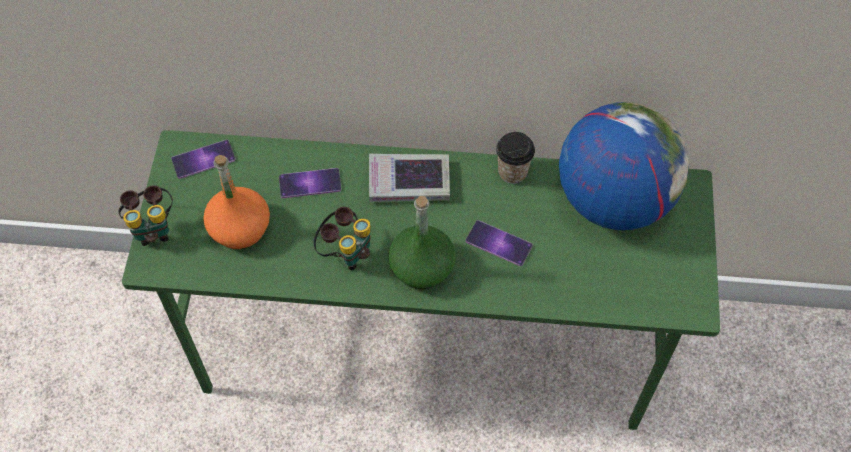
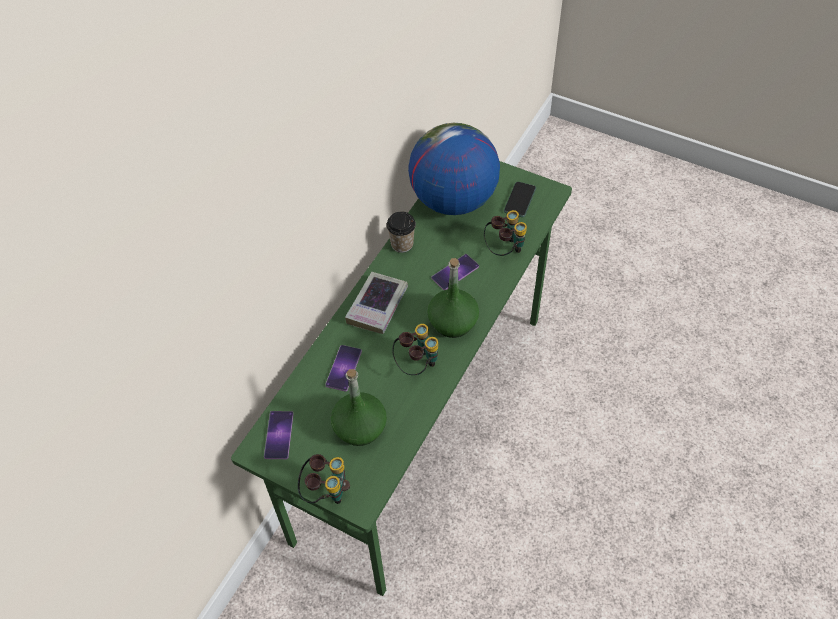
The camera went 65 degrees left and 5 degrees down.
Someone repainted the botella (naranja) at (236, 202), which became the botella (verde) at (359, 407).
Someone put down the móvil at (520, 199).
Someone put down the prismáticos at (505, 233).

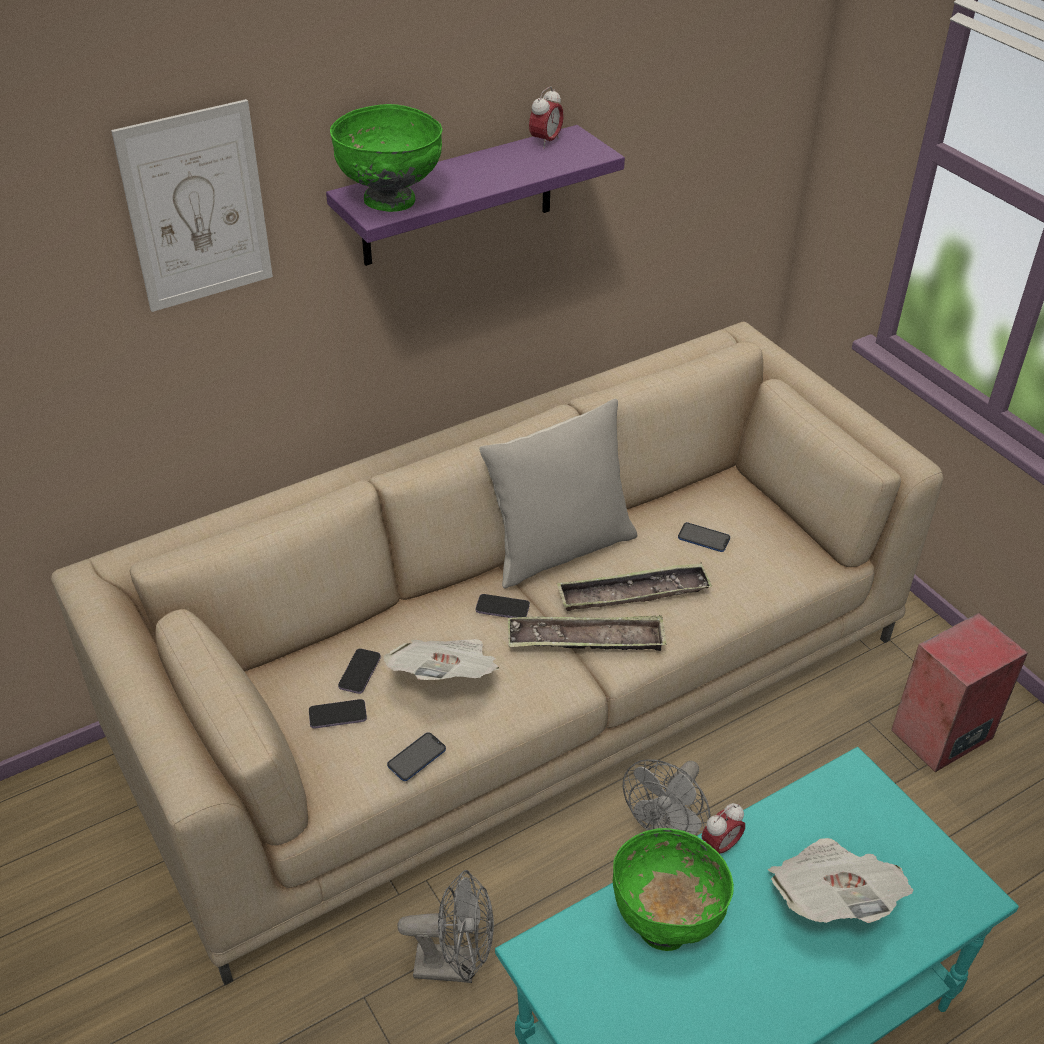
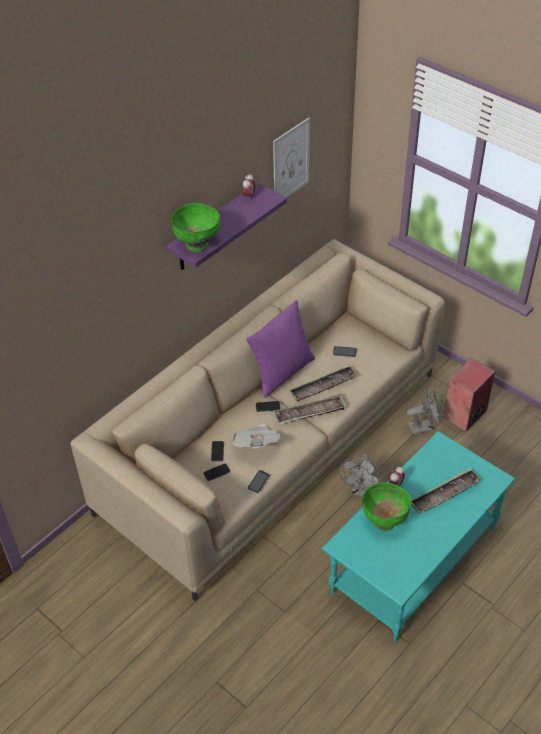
The camera went 15 degrees left and 5 degrees up.
Someone carried the cuadro from (192, 205) to (291, 158).
Someone repainted the cojín (gris) at (558, 493), which became the cojín (morado) at (280, 349).
Someone swapped the periódico at (840, 880) for the bandeja at (446, 491).
Someone carried the ventilador (gris) from (445, 926) to (425, 410).

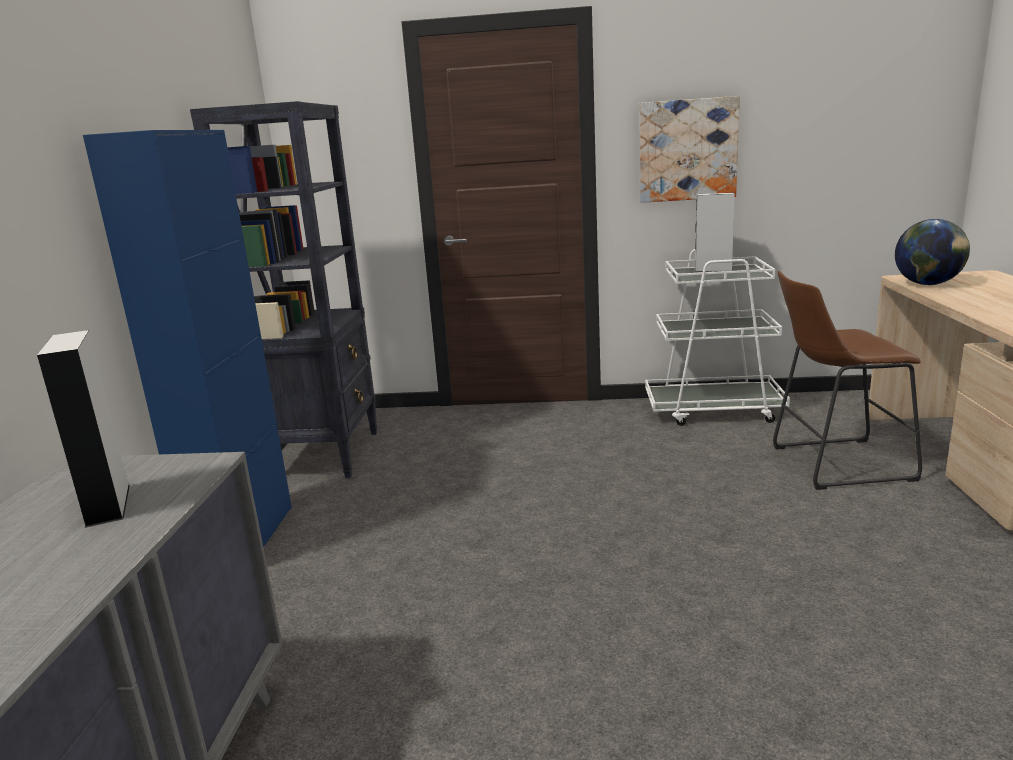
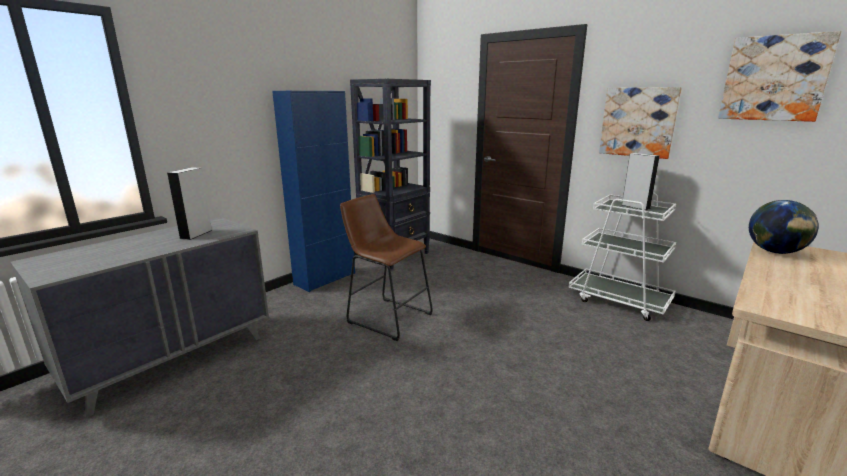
The camera went 35 degrees right and 0 degrees up.
Someone carried the taburete (marrón) from (847, 380) to (386, 267).
Someone put up the cuadro at (779, 76).

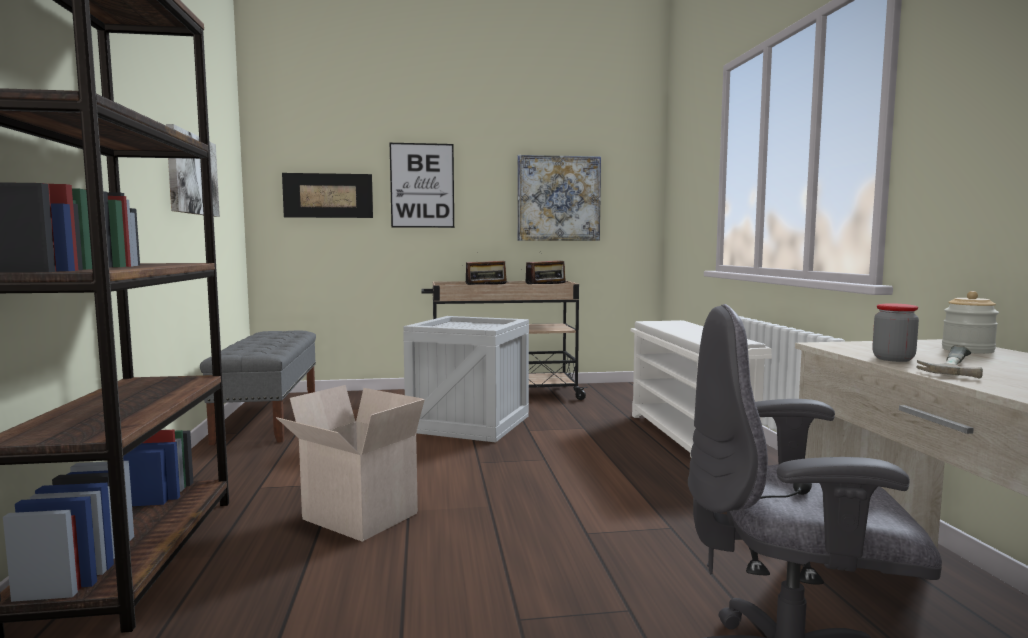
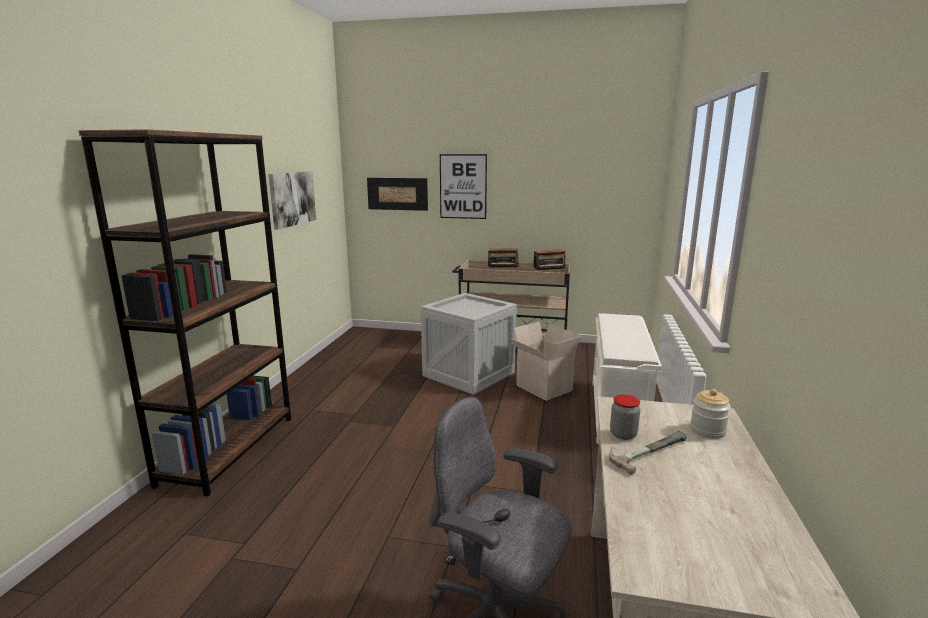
The camera went 20 degrees right and 10 degrees up.
Someone took away the cuadro at (559, 198).
Someone took away the banco (gris) at (258, 388).
Someone carried the caja de cartón from (350, 463) to (545, 361).

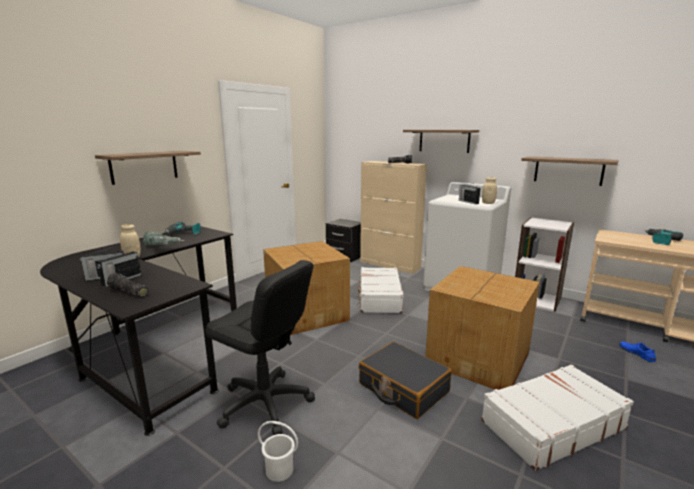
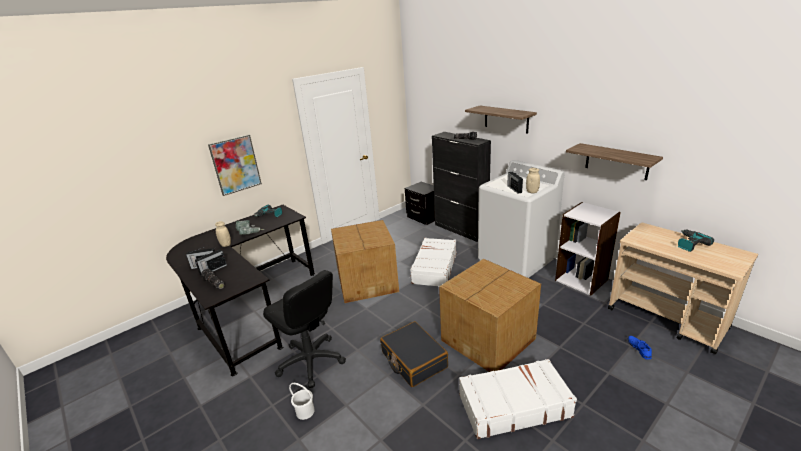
The camera went 15 degrees right and 10 degrees up.
Someone swapped the estante at (148, 168) for the cuadro at (235, 165).
Someone repainted the armario (beis) at (393, 217), which became the armario (negro) at (461, 187).

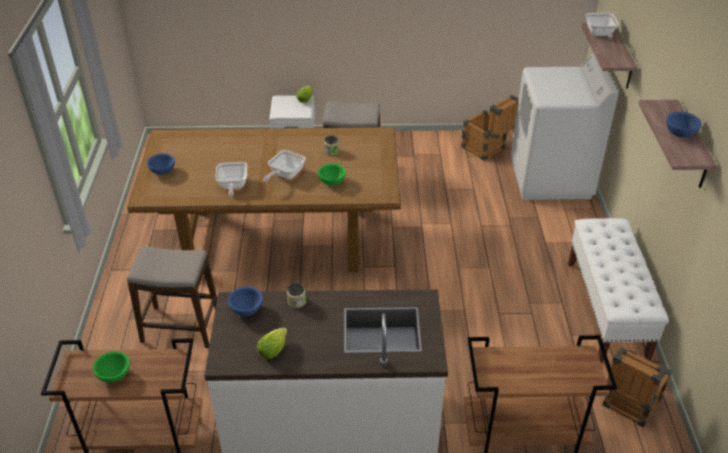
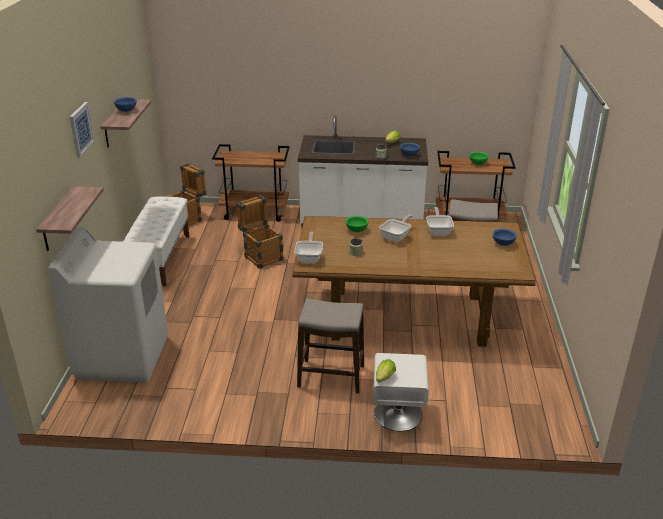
The camera went 175 degrees left and 10 degrees down.
Someone carried the sartén from (602, 26) to (308, 247).
Someone carried the caja de embalaje from (490, 128) to (260, 232).
Someone put up the cuadro at (82, 130).

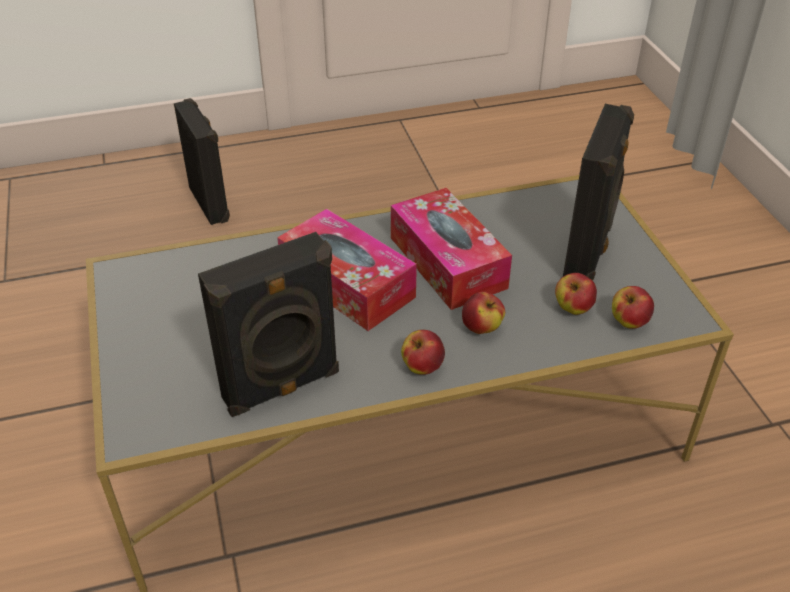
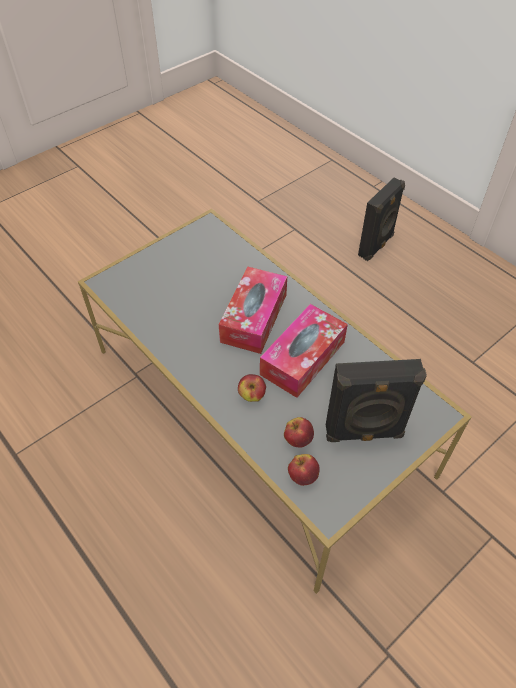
The camera went 65 degrees right and 10 degrees up.
Someone took away the altavoz (negro) at (268, 324).
Someone took away the manzana at (423, 352).

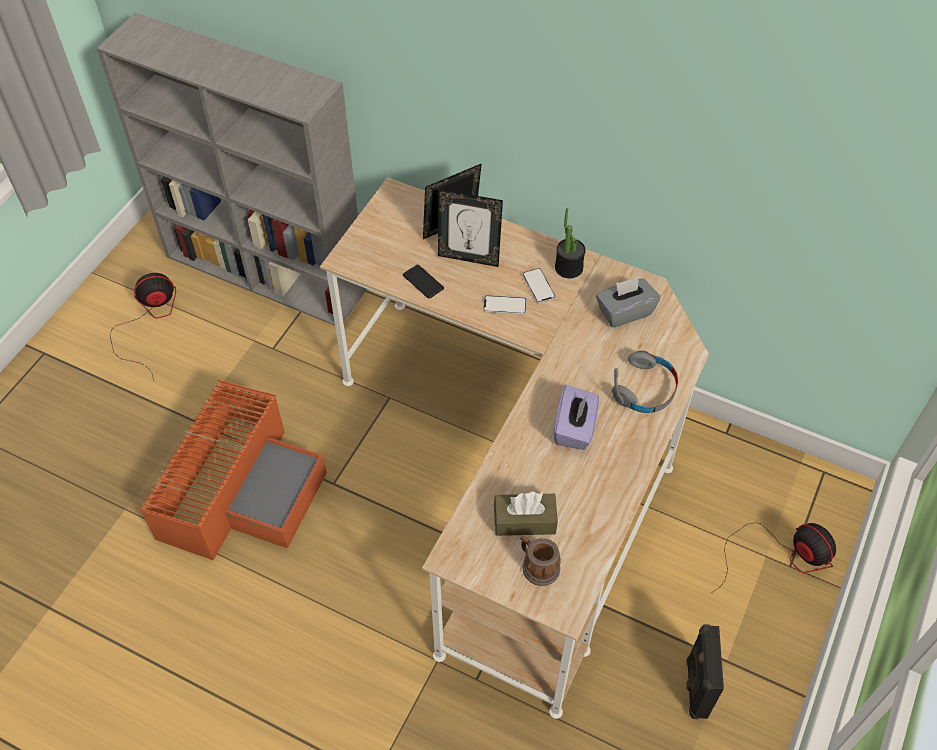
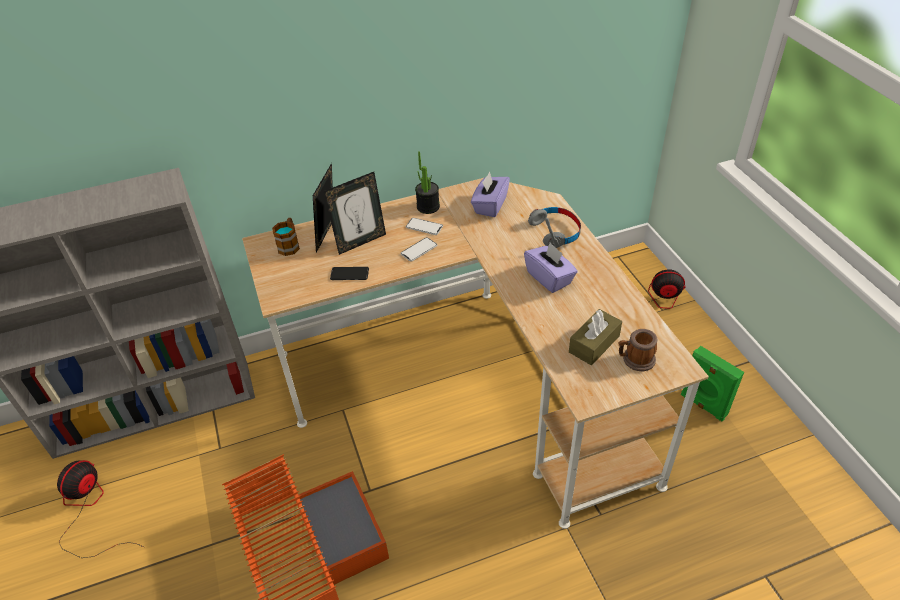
The camera went 45 degrees left and 10 degrees down.
Someone repainted the caja de pañuelos (gris) at (628, 302), which became the caja de pañuelos (morado) at (490, 194).
Someone repainted the altavoz (negro) at (705, 671), which became the altavoz (verde) at (712, 383).
Someone put down the taza grande at (286, 237).

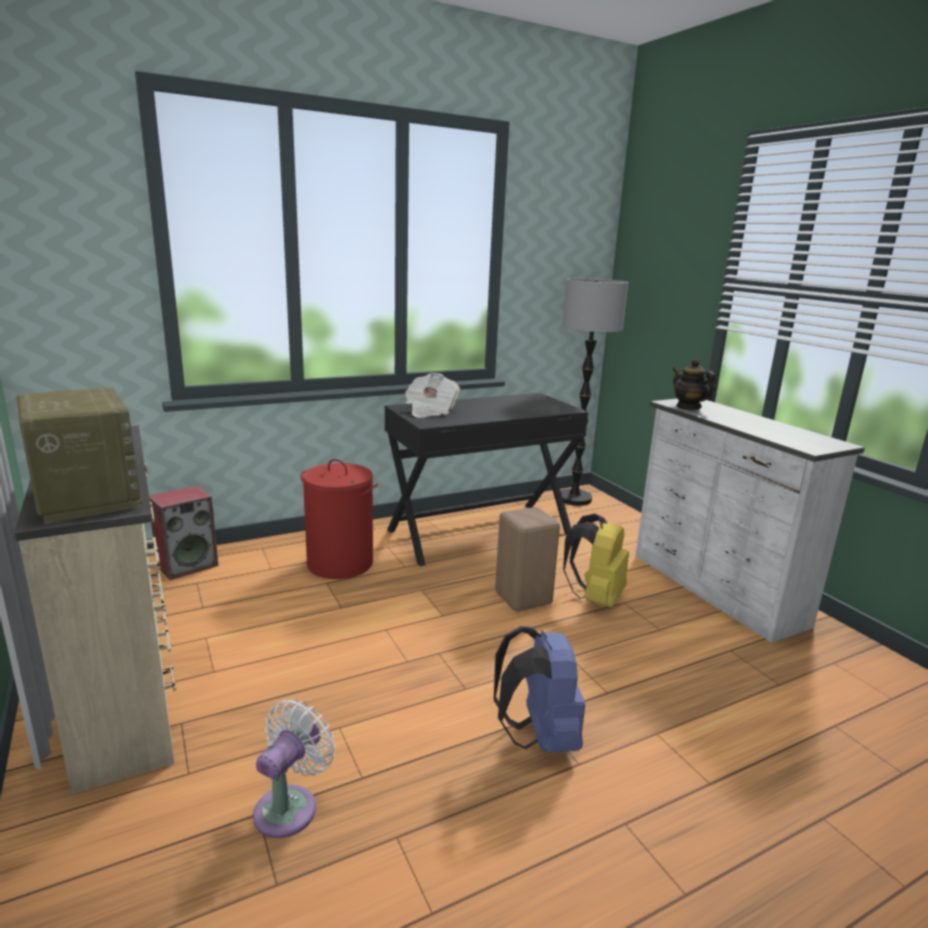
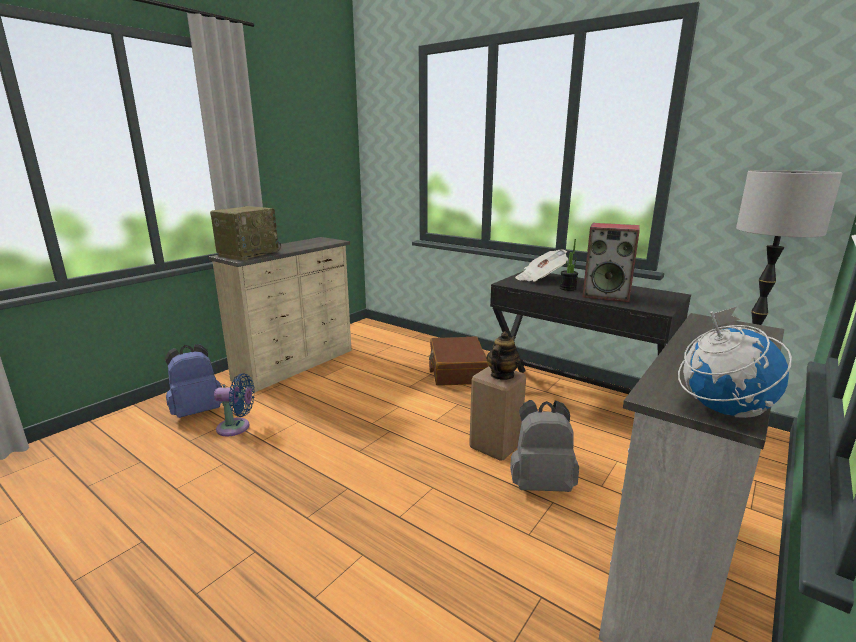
The camera went 65 degrees right and 0 degrees up.
Someone carried the tetera from (694, 384) to (504, 355).
Someone swapped the cesto de la ropa (rojo) at (339, 519) for the maleta (marrón) at (459, 361).
Someone carried the altavoz from (184, 532) to (611, 262).
Someone repainted the mochila (amarillo) at (596, 560), which became the mochila (gris) at (544, 446).
Someone carried the mochila (azul) from (539, 689) to (193, 381).
Someone repainted the ventilador (blanco) at (294, 768), which became the ventilador (azul) at (234, 404).
Someone put down the planta en maceta at (568, 265).
Someone put down the globo terráqueo at (735, 362).

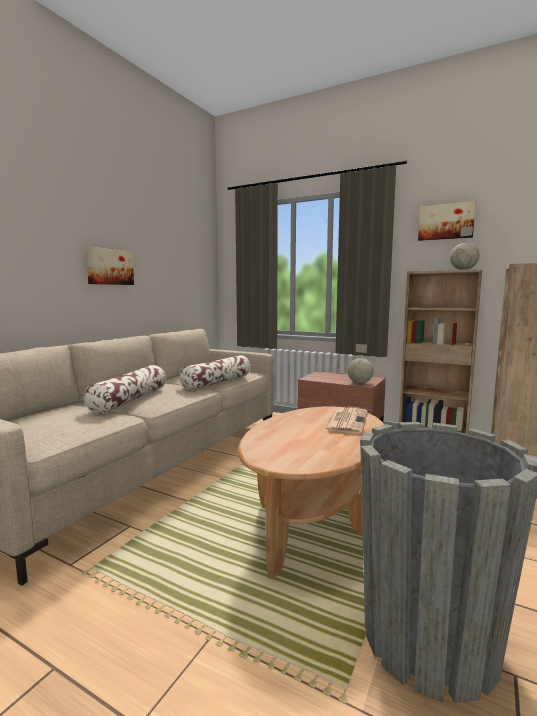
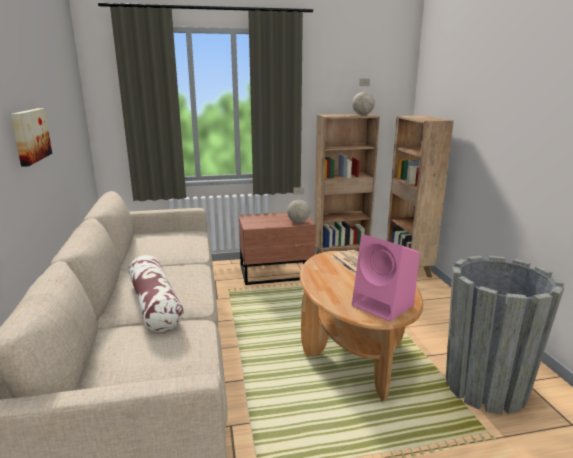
The camera went 40 degrees left and 10 degrees up.
Someone took away the cuadro at (447, 221).
Someone took away the cojín at (215, 373).
Someone put down the altavoz (rosa) at (386, 278).

